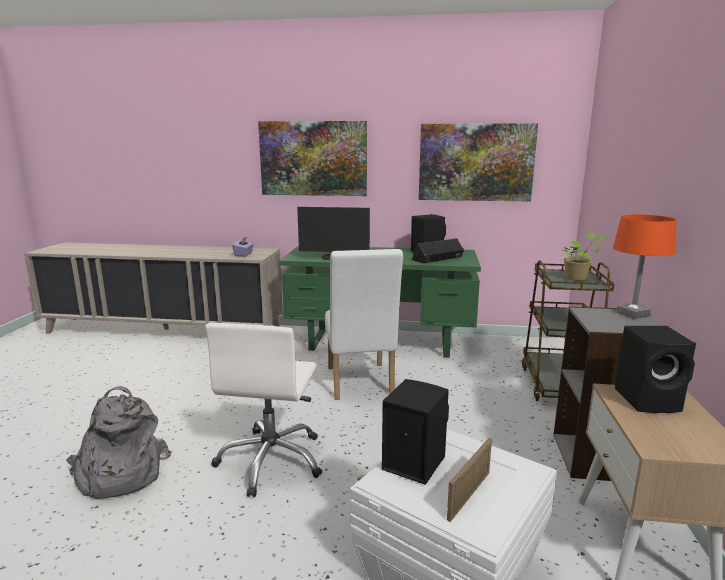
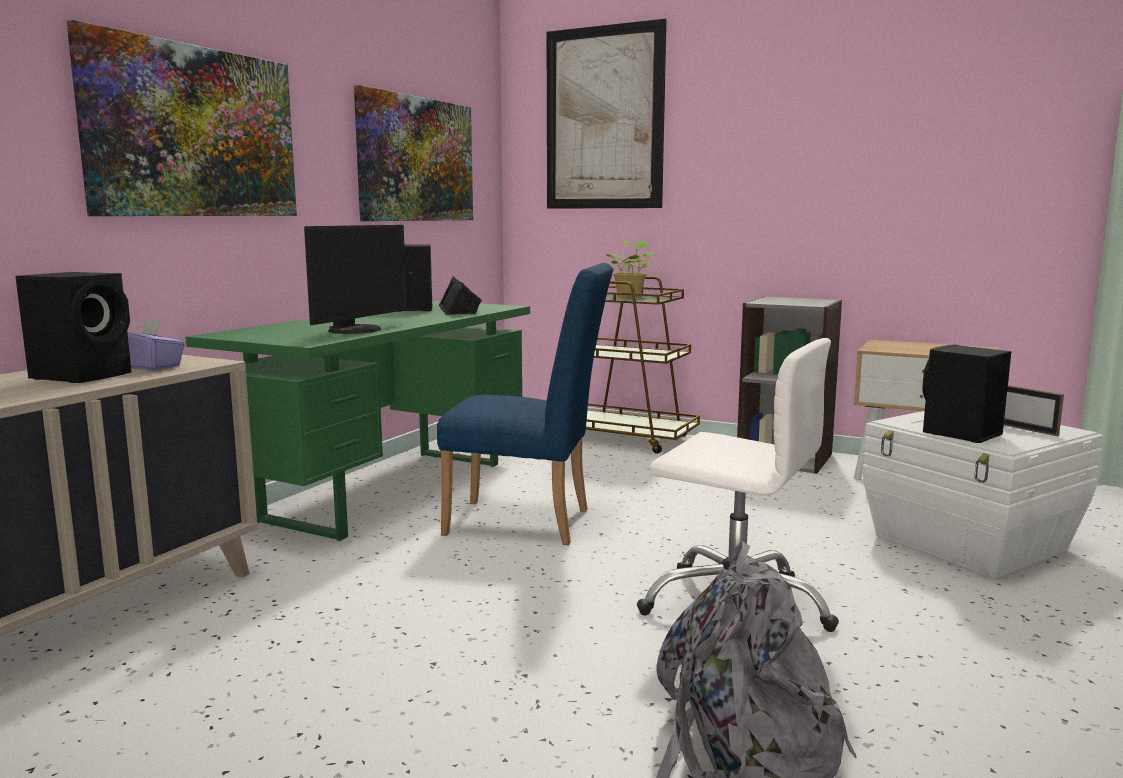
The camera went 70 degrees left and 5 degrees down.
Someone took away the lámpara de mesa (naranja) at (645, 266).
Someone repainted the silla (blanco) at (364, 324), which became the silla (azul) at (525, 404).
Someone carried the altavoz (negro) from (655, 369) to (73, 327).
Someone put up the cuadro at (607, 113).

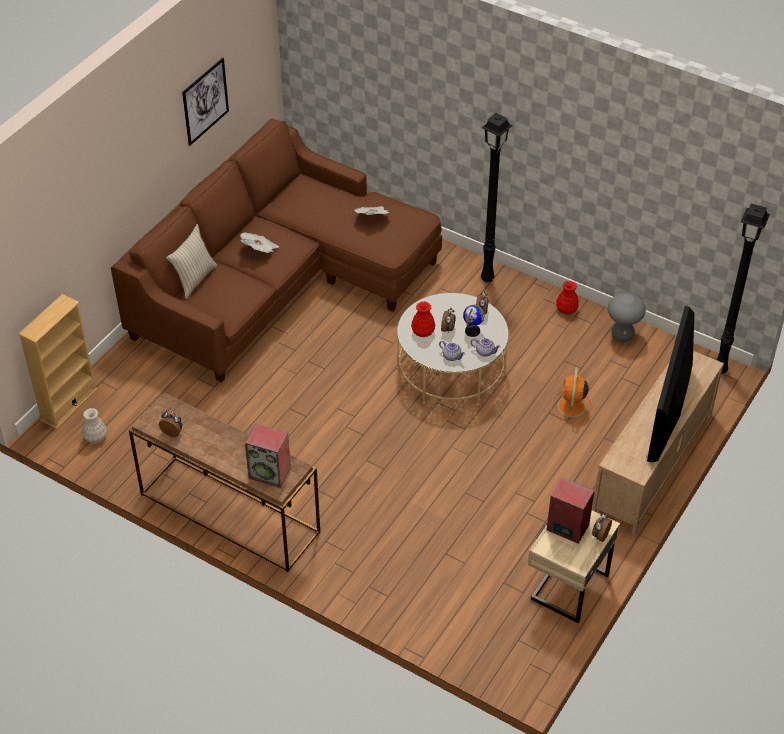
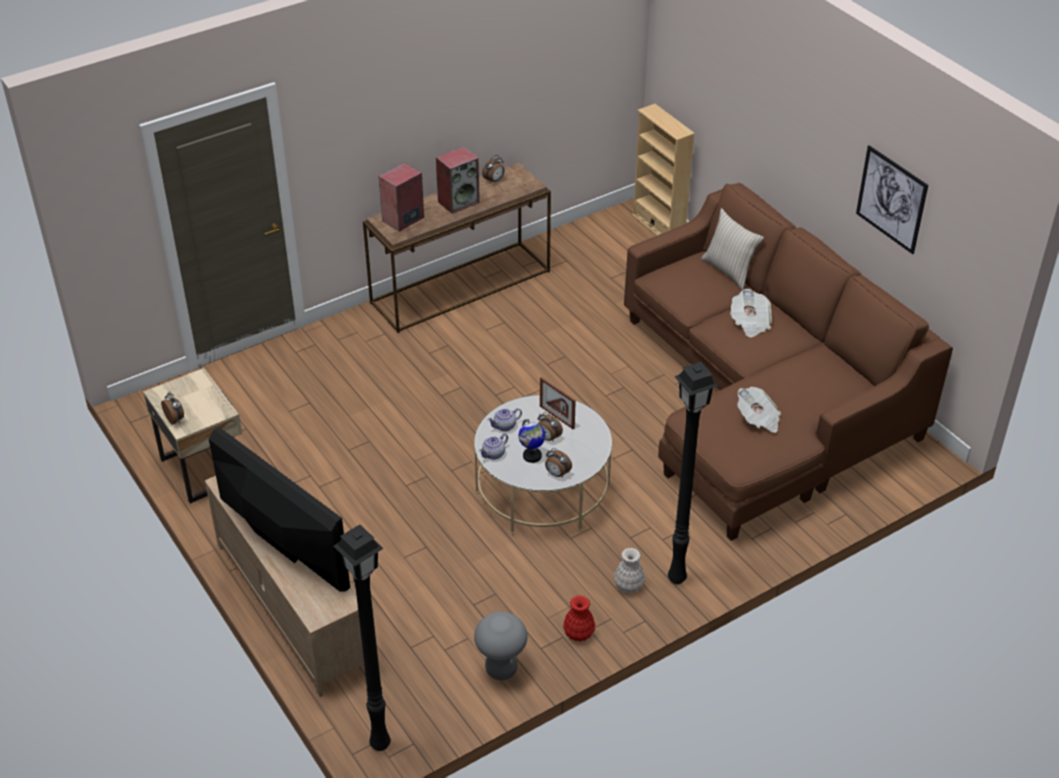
The camera went 115 degrees right and 5 degrees down.
Someone swapped the florero (rojo) at (423, 319) for the portarretratos at (558, 403).
Someone took away the ventilador (naranja) at (572, 395).
Someone carried the florero (blanco) from (94, 426) to (629, 570).
Someone carried the altavoz from (571, 510) to (458, 180).

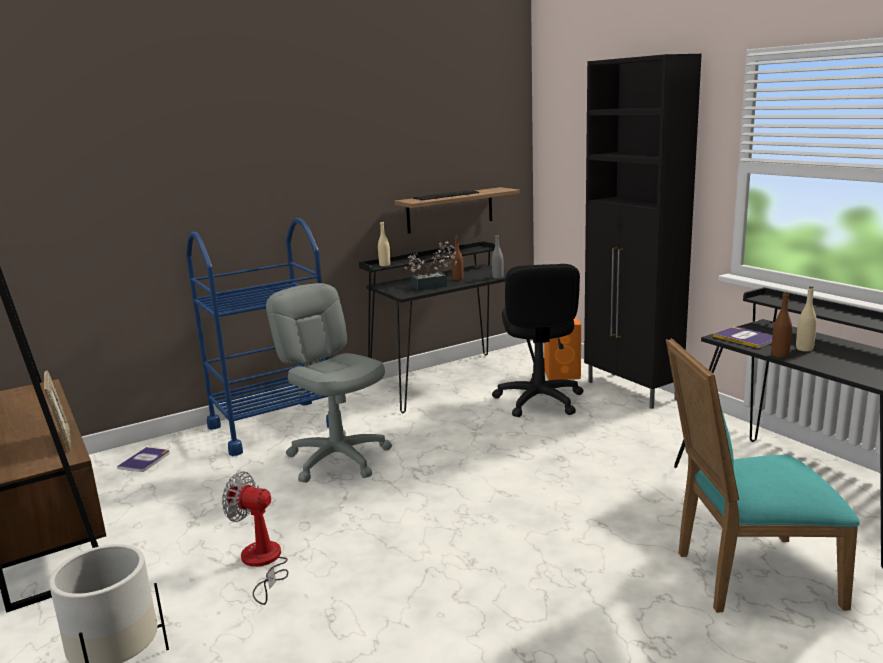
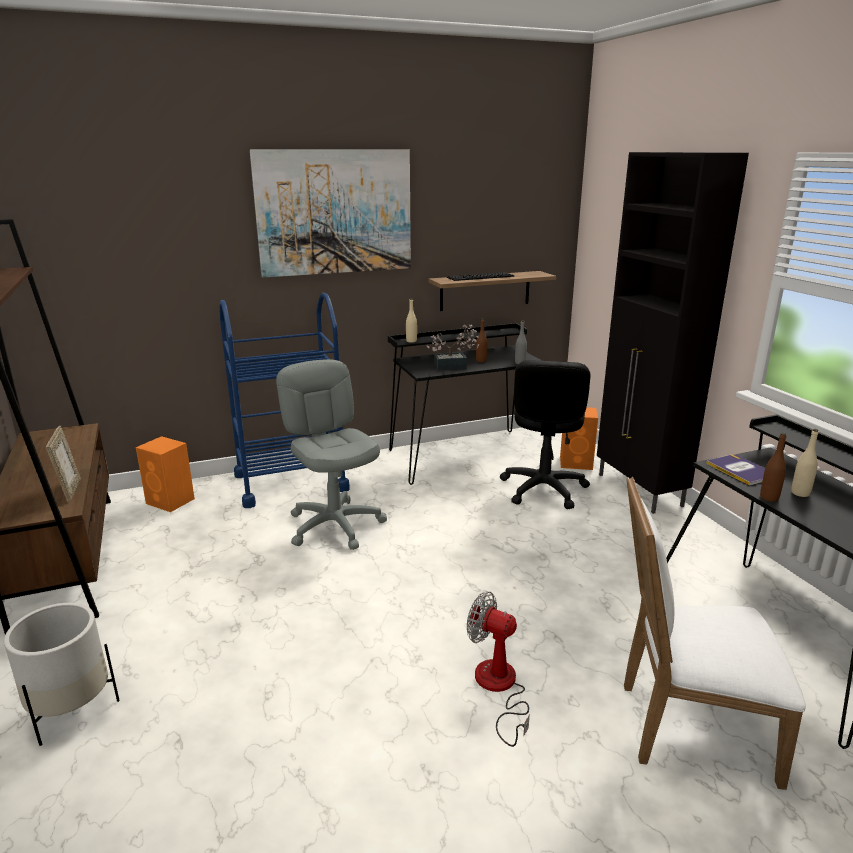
The camera went 10 degrees right and 5 degrees up.
Someone repainted the silla (turquesa) at (763, 475), which became the silla (blanco) at (715, 633).
Someone swapped the libro at (143, 459) for the altavoz (naranja) at (165, 474).
Someone carried the ventilador from (255, 538) to (498, 669).
Someone put up the cuadro at (330, 213).

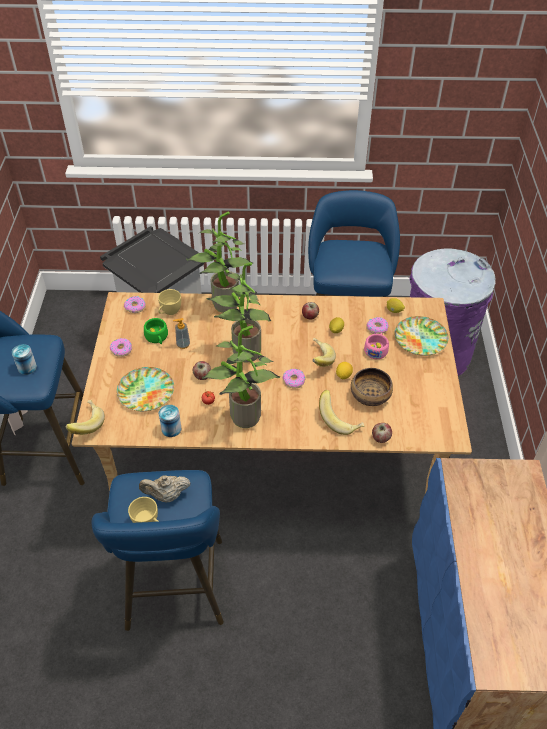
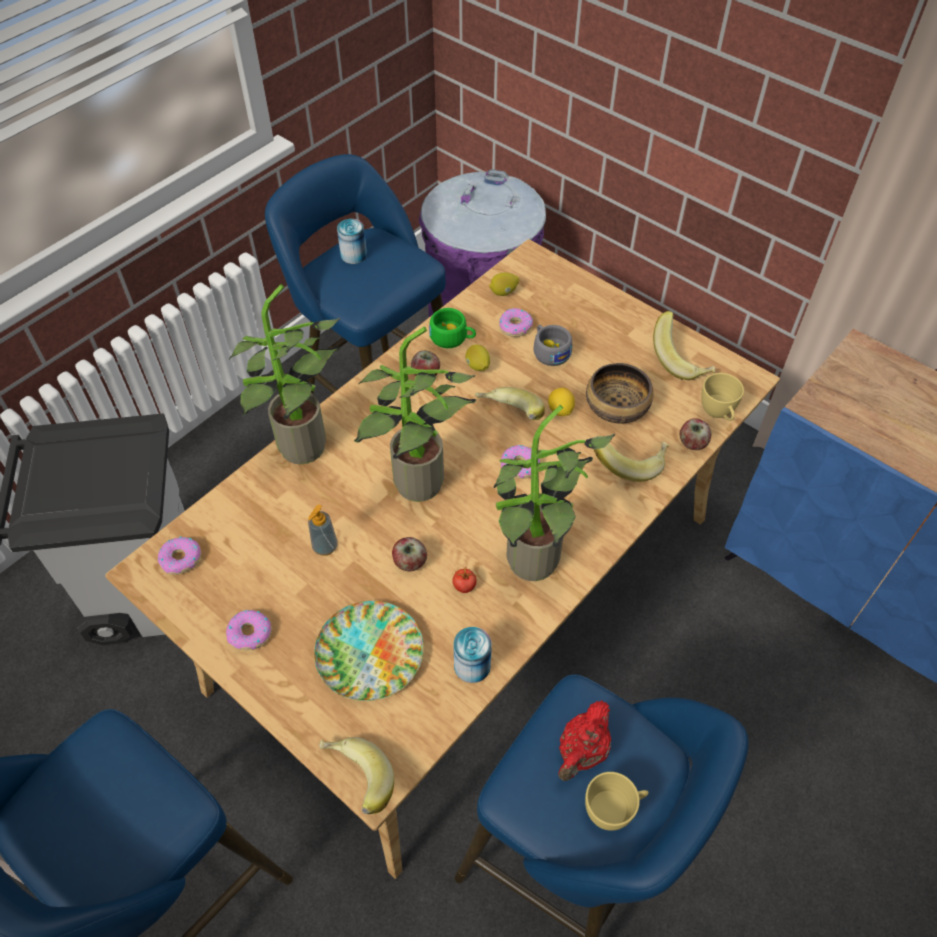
The camera went 50 degrees left and 5 degrees up.
Someone carried the taza (amarillo) from (169, 302) to (722, 397).
Someone took away the plato at (421, 336).
Someone carried the taza (verde) from (156, 331) to (452, 328).
Someone repainted the taza (rosa) at (376, 346), which became the taza (gris) at (552, 345).
Someone carried the lata from (24, 359) to (352, 241).
Someone repainted the tetera (beis) at (164, 488), which became the tetera (rojo) at (584, 740).
Someone put down the plátano at (684, 345).

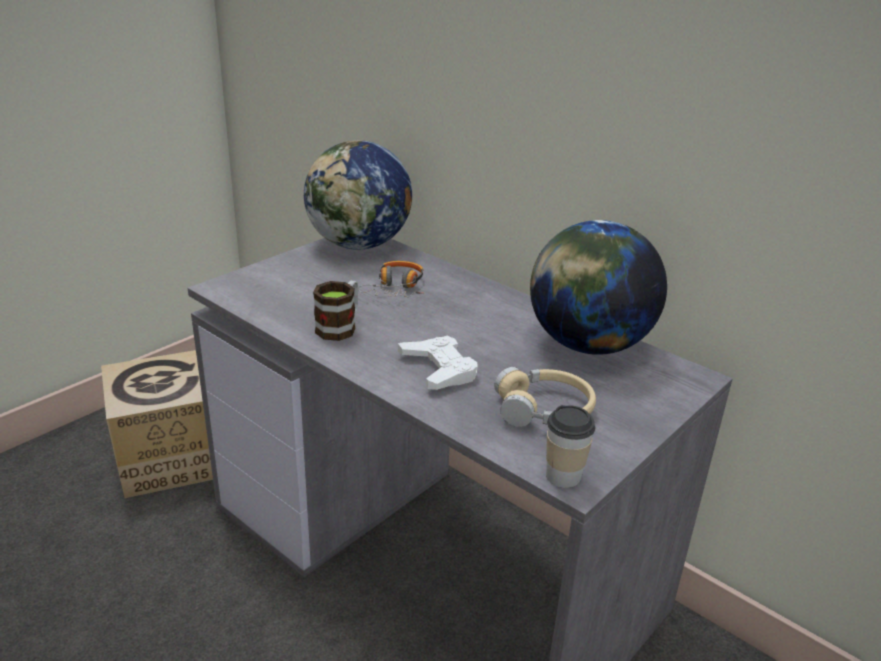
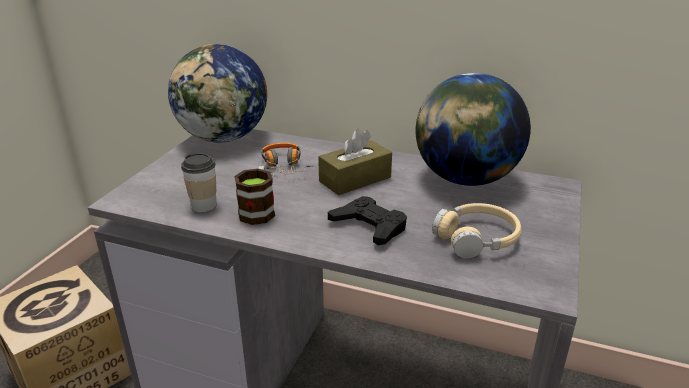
The camera went 20 degrees left and 0 degrees up.
Someone repainted the mando de consola (blanco) at (437, 363), which became the mando de consola (negro) at (367, 220).
Someone carried the taza from (570, 446) to (198, 182).
Someone put down the caja de pañuelos (marrón) at (355, 162).

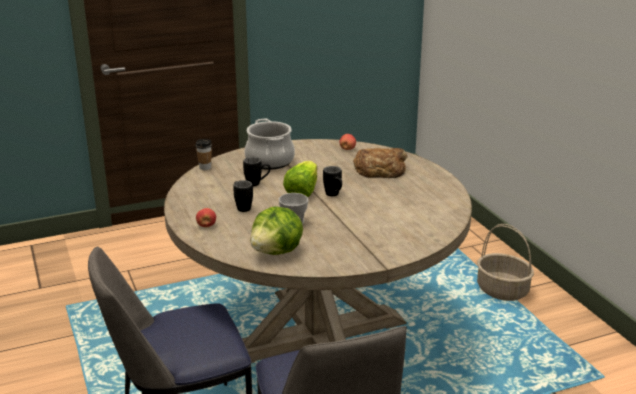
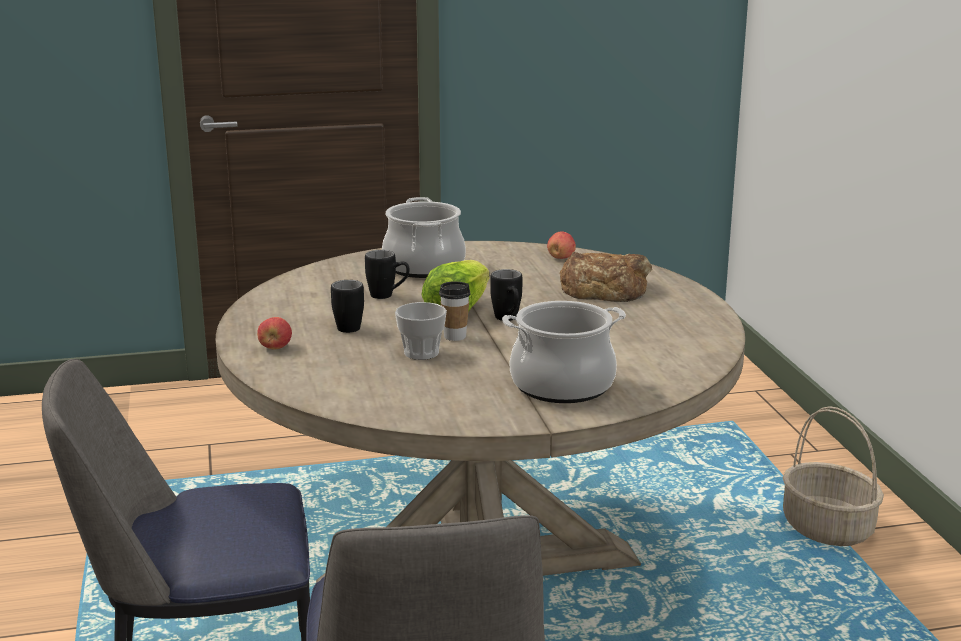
The camera went 10 degrees right and 5 degrees down.
Someone carried the taza from (204, 154) to (454, 311).
Someone took away the lechuga at (276, 231).
Someone put down the olla at (564, 352).

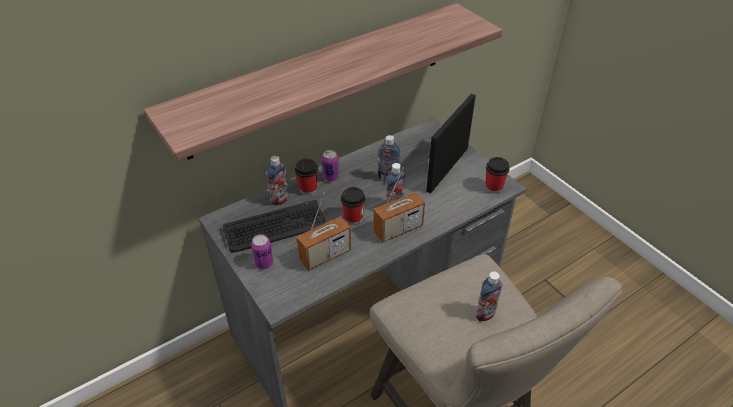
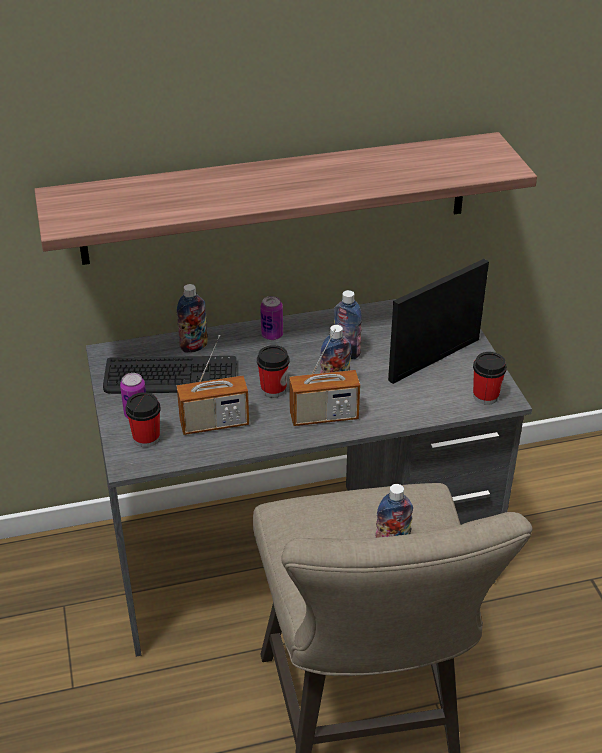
The camera went 20 degrees right and 5 degrees down.
Someone carried the taza from (306, 177) to (143, 419).

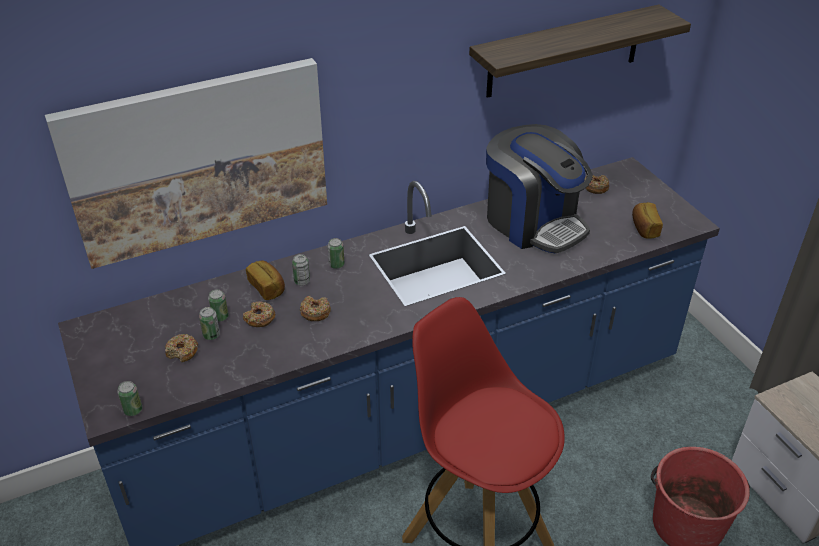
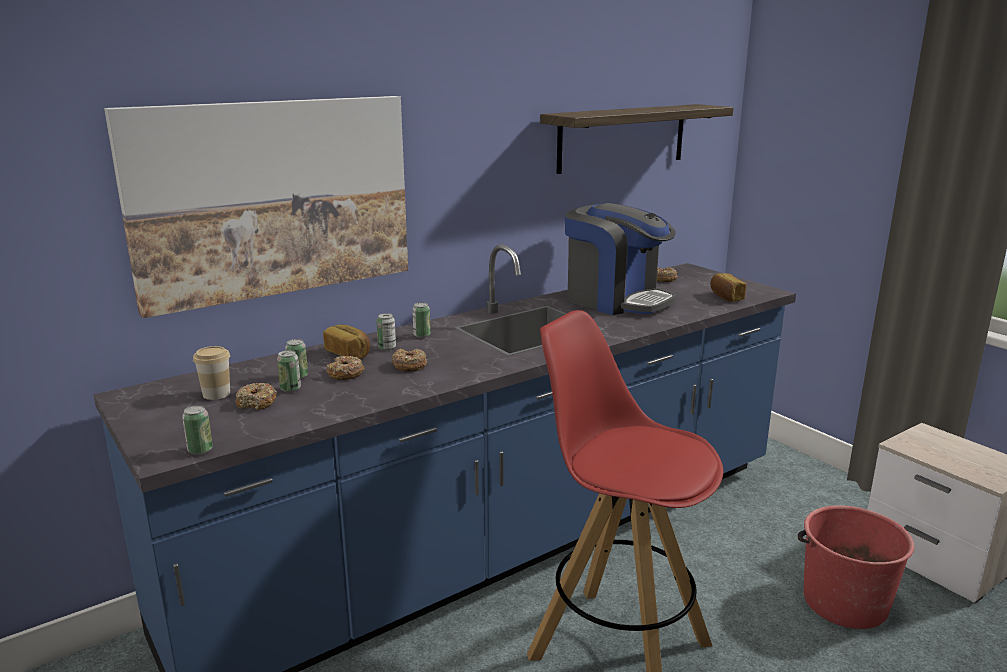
The camera went 10 degrees left and 20 degrees down.
Someone put down the taza at (211, 373).

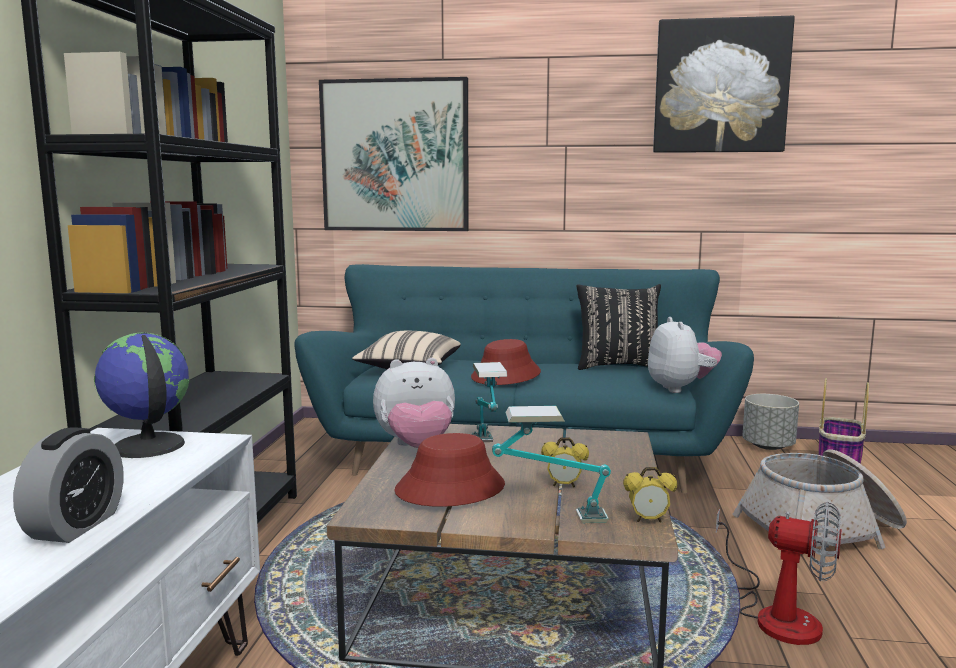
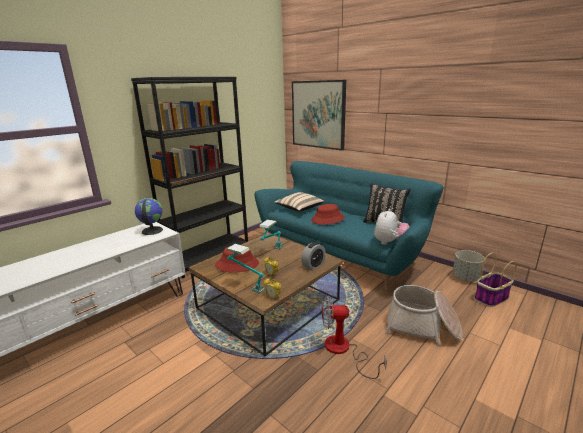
The camera went 35 degrees right and 10 degrees up.
Someone took away the cuadro at (724, 84).
Someone took away the peluche at (414, 403).
Someone carried the despertador from (68, 485) to (313, 256).
Someone rotated the ventilador at (779, 573) by 120 degrees clockwise.

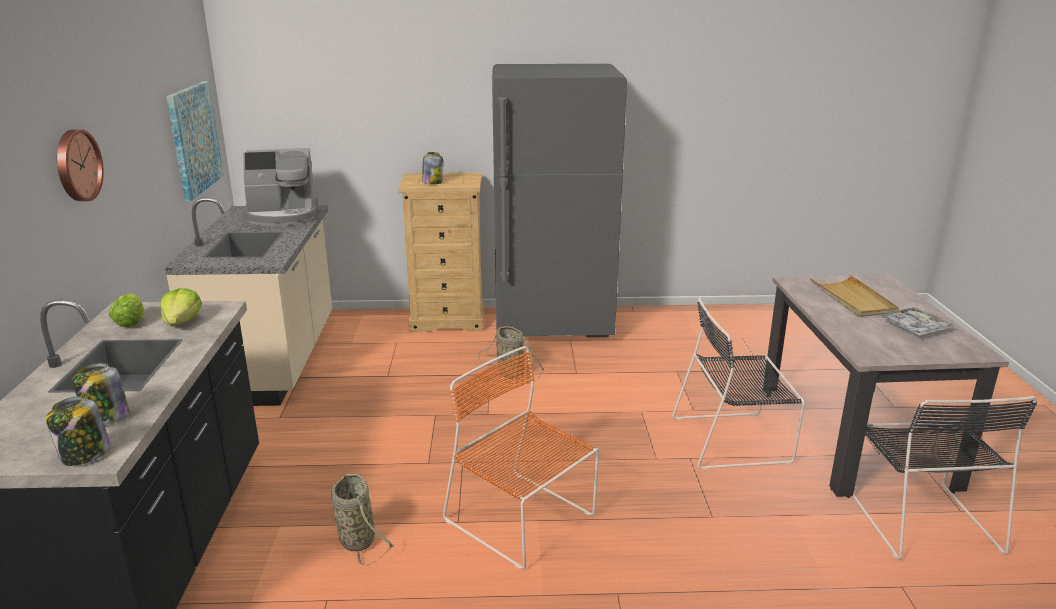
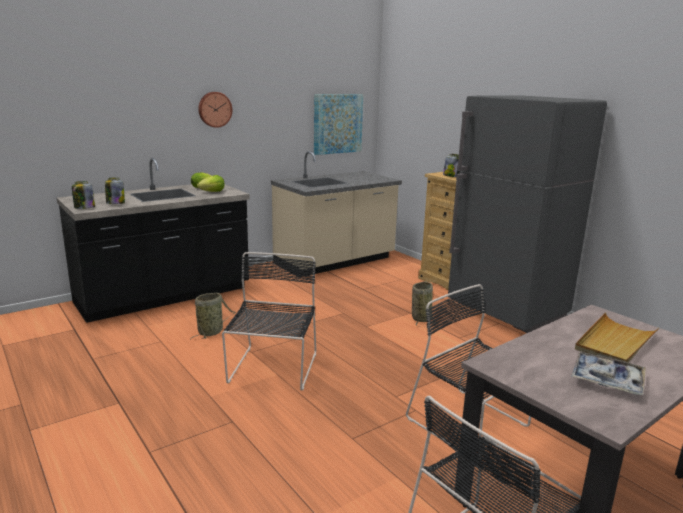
The camera went 55 degrees right and 5 degrees down.
Someone took away the cafetera at (280, 187).
Someone repainted the silla (naranja) at (521, 457), which became the silla (negro) at (269, 321).

